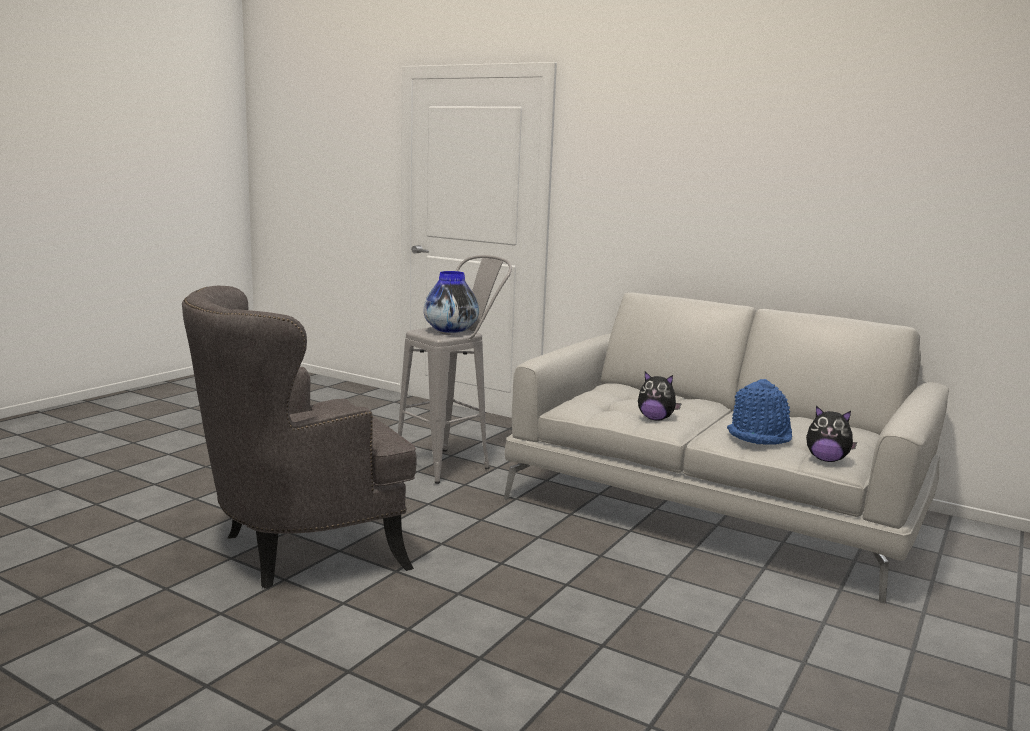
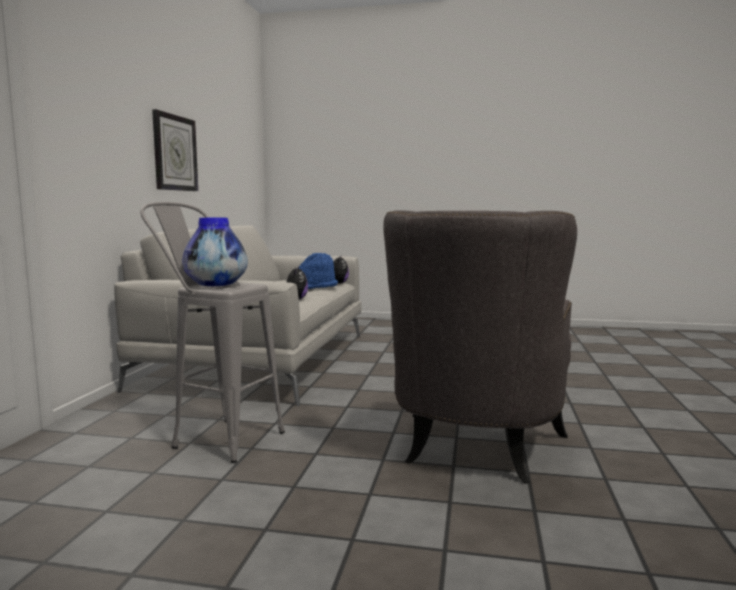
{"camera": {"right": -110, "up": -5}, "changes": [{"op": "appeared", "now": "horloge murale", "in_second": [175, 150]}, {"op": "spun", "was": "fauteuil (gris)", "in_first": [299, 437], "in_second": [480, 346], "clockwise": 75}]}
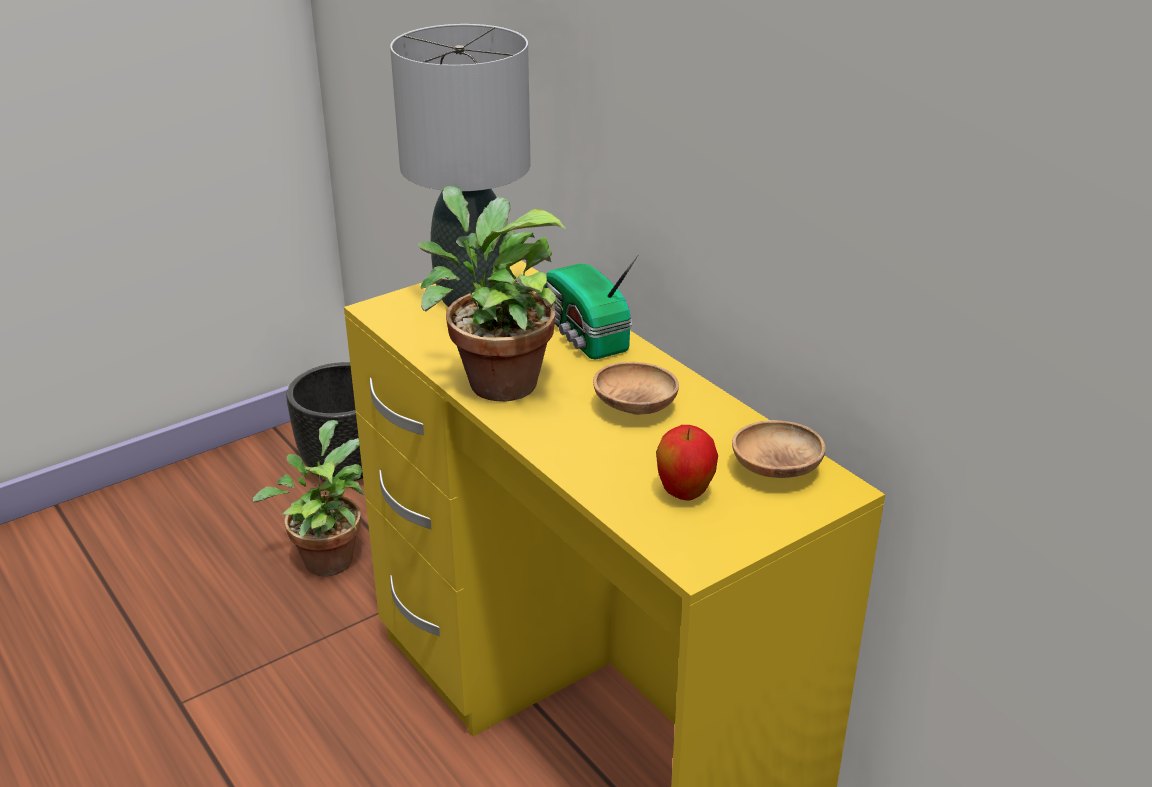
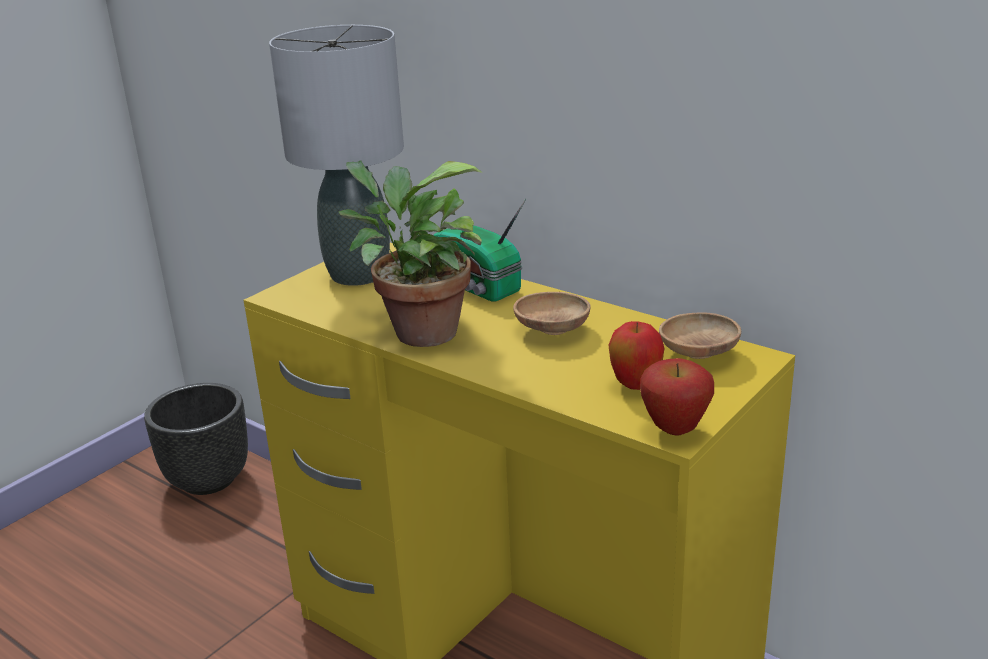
{"camera": {"right": -15, "up": -5}, "changes": [{"op": "appeared", "now": "pomme", "in_second": [677, 396]}, {"op": "missing", "was": "plante en pot", "in_first": [308, 498]}]}
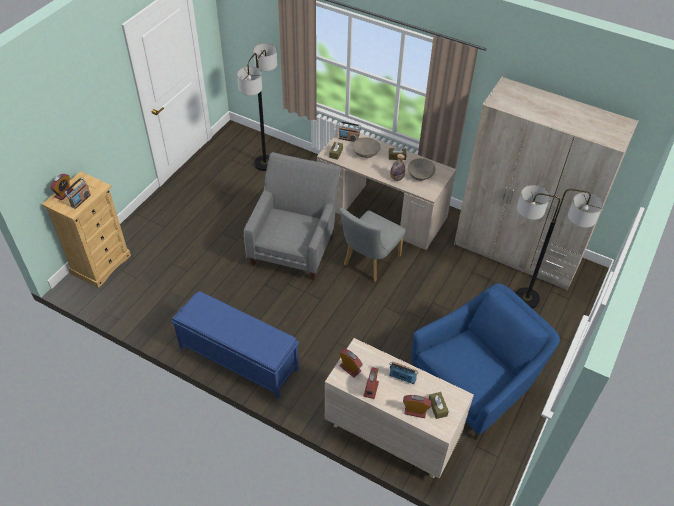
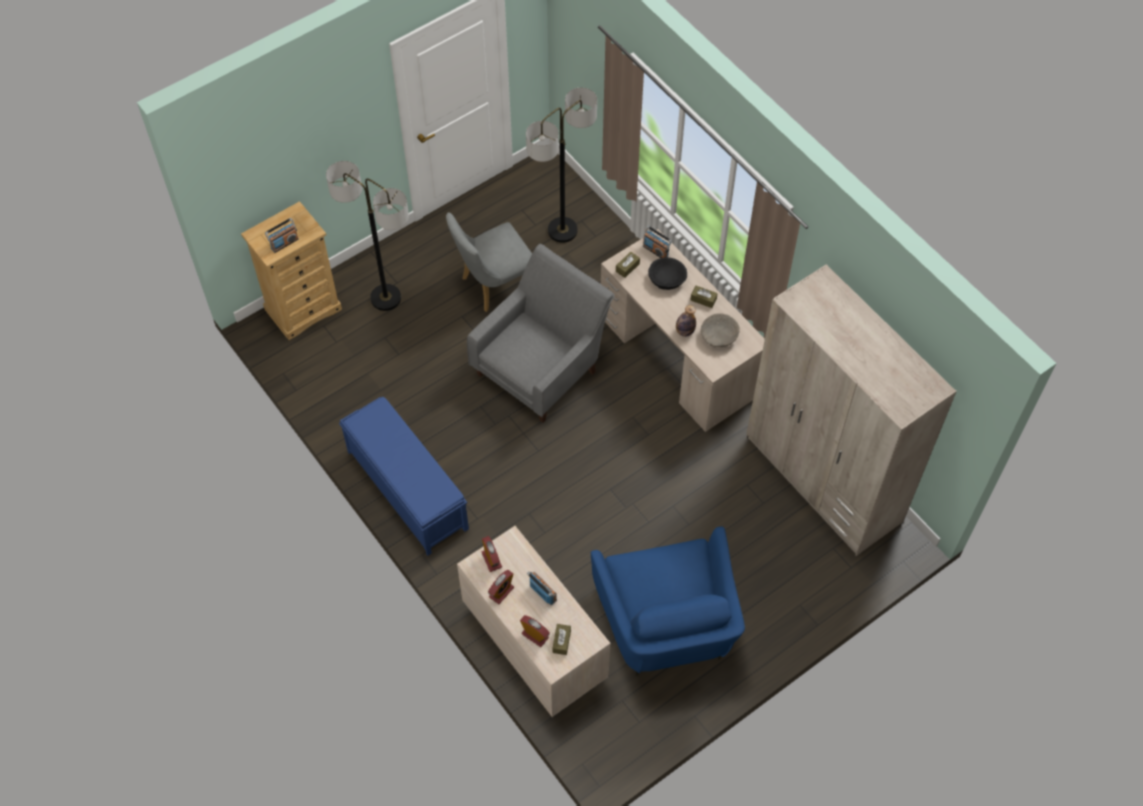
{"camera": {"right": 25, "up": 10}, "changes": [{"op": "relocated", "was": "lampadaire", "in_first": [559, 246], "in_second": [367, 236]}, {"op": "relocated", "was": "chaise (gris)", "in_first": [373, 245], "in_second": [489, 262]}, {"op": "spun", "was": "fauteuil (bleu)", "in_first": [485, 361], "in_second": [668, 601], "clockwise": 90}, {"op": "colour", "was": "bol (beige)", "now": "bol (noir)", "in_first": [366, 147], "in_second": [667, 273]}, {"op": "missing", "was": "réveil", "in_first": [61, 187]}]}
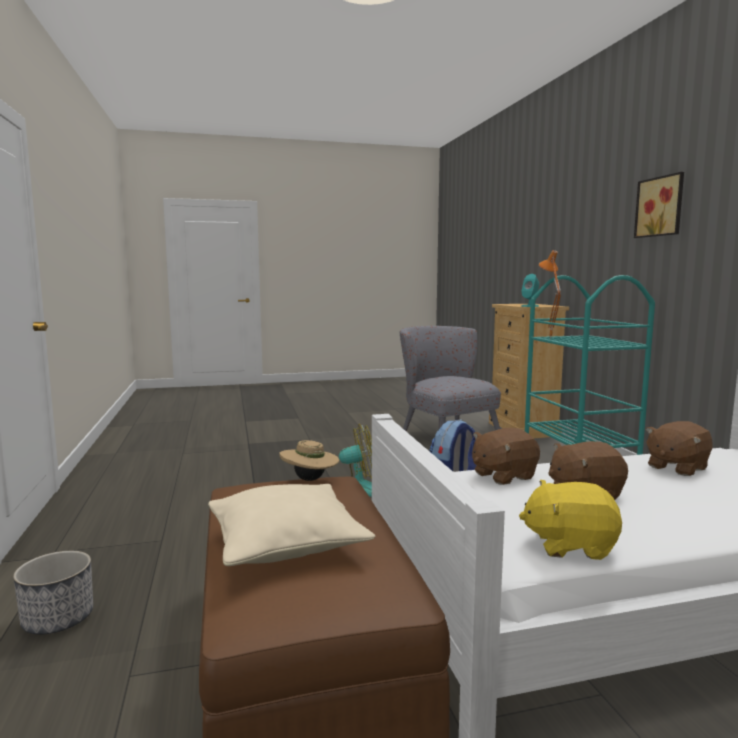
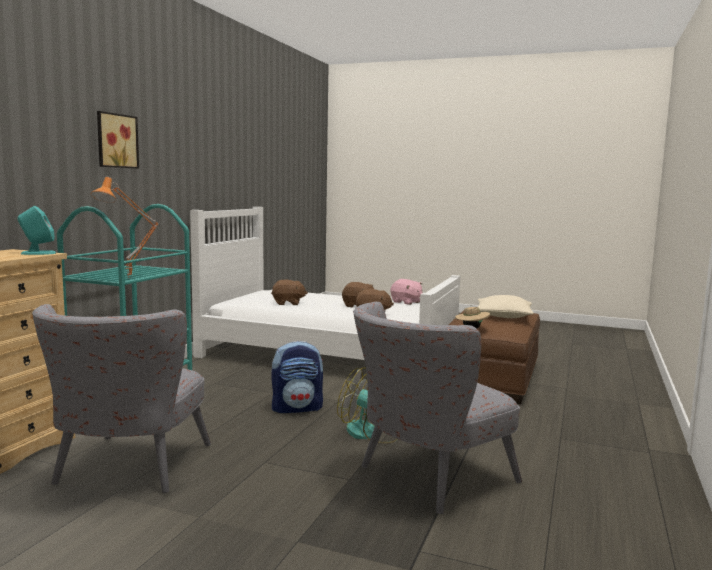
{"camera": {"right": -145, "up": 0}, "changes": [{"op": "appeared", "now": "fauteuil (gris)", "in_second": [437, 408]}, {"op": "colour", "was": "peluche (jaune)", "now": "peluche (rose)", "in_first": [570, 520], "in_second": [406, 292]}, {"op": "missing", "was": "cache-pot", "in_first": [53, 593]}]}
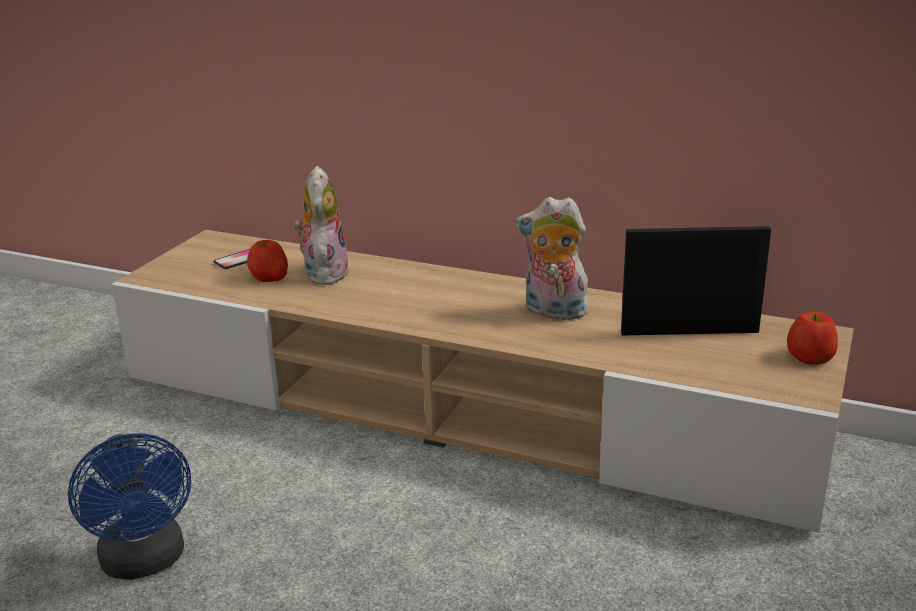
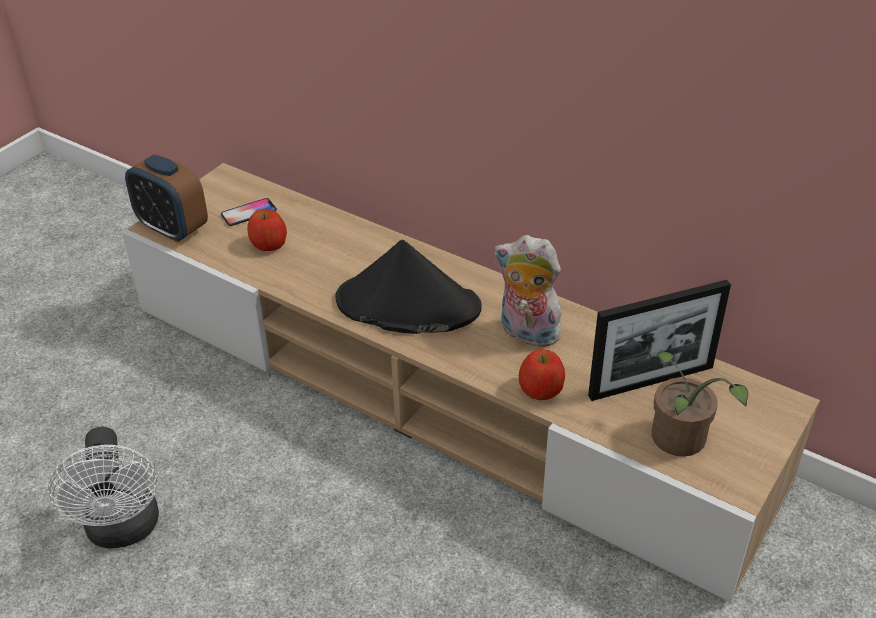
{"camera": {"right": 10, "up": 15}, "changes": [{"op": "colour", "was": "ventilateur (bleu)", "now": "ventilateur (blanc)", "in_first": [129, 506], "in_second": [103, 487]}, {"op": "appeared", "now": "réveil", "in_second": [166, 198]}, {"op": "appeared", "now": "chapeau (noir)", "in_second": [409, 287]}, {"op": "relocated", "was": "pomme", "in_first": [812, 338], "in_second": [542, 374]}, {"op": "spun", "was": "cadre photo", "in_first": [696, 280], "in_second": [659, 340], "clockwise": 150}, {"op": "appeared", "now": "plante en pot", "in_second": [700, 404]}, {"op": "missing", "was": "peluche", "in_first": [321, 225]}]}
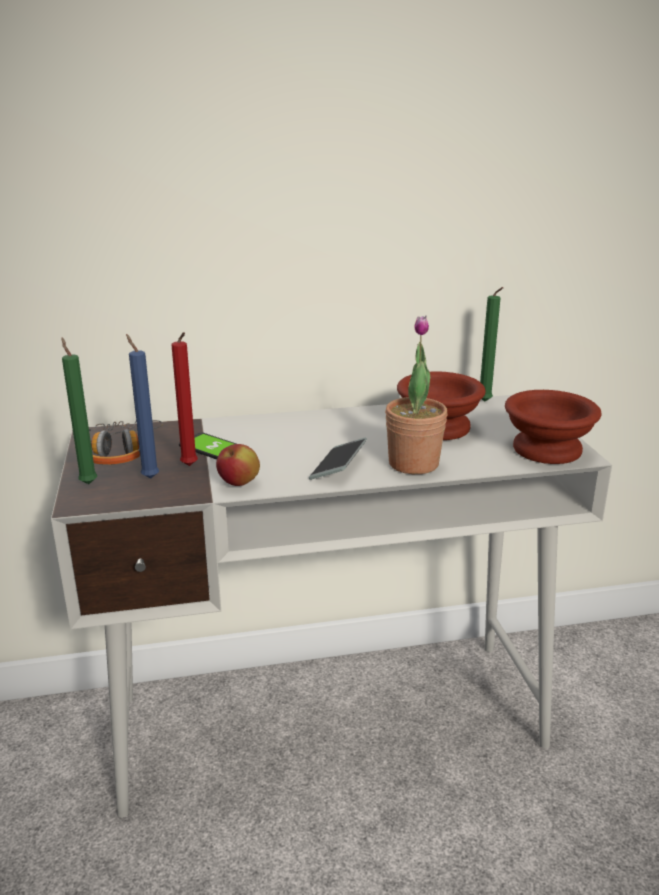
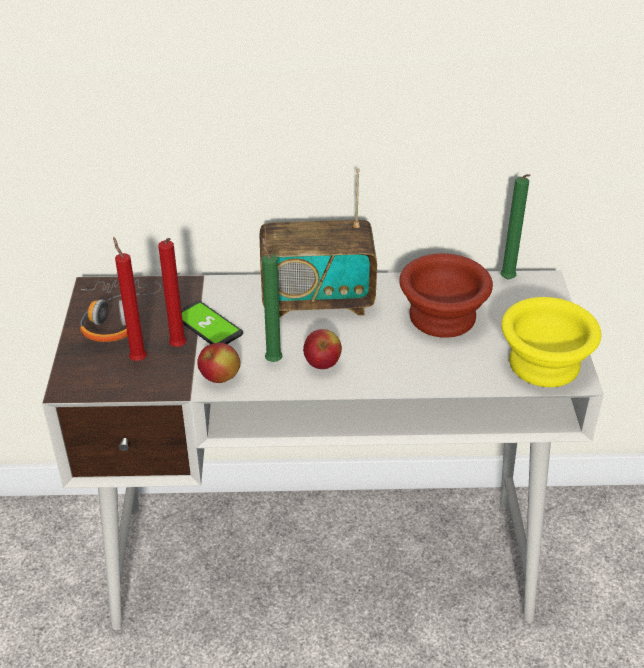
{"camera": {"right": 10, "up": 15}, "changes": [{"op": "colour", "was": "bougie (bleu)", "now": "bougie (rouge)", "in_first": [142, 406], "in_second": [130, 299]}, {"op": "appeared", "now": "radio", "in_second": [318, 242]}, {"op": "relocated", "was": "bougie (vert)", "in_first": [79, 411], "in_second": [272, 299]}, {"op": "exchanged", "was": "téléphone", "now": "pomme", "in_first": [338, 458], "in_second": [322, 349]}, {"op": "colour", "was": "bol (marron)", "now": "bol (jaune)", "in_first": [553, 427], "in_second": [551, 342]}, {"op": "missing", "was": "plante en pot", "in_first": [416, 395]}]}
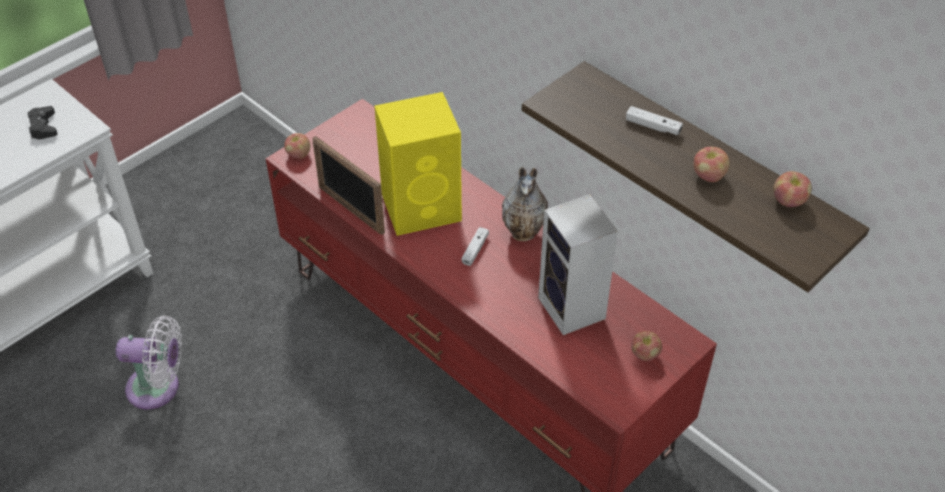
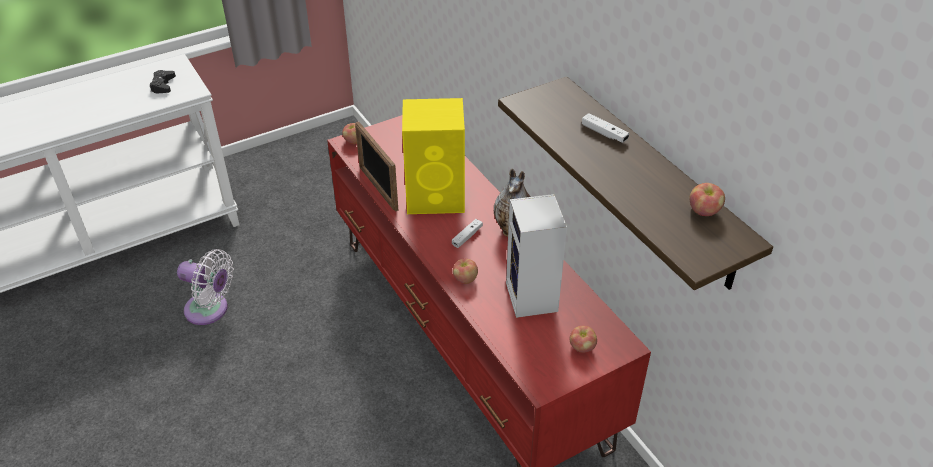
{"camera": {"right": 15, "up": -5}, "changes": [{"op": "relocated", "was": "pomme", "in_first": [712, 164], "in_second": [465, 271]}]}
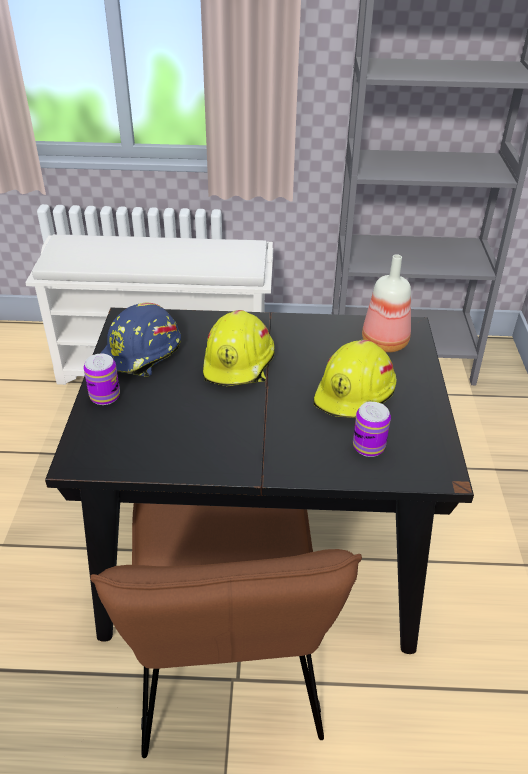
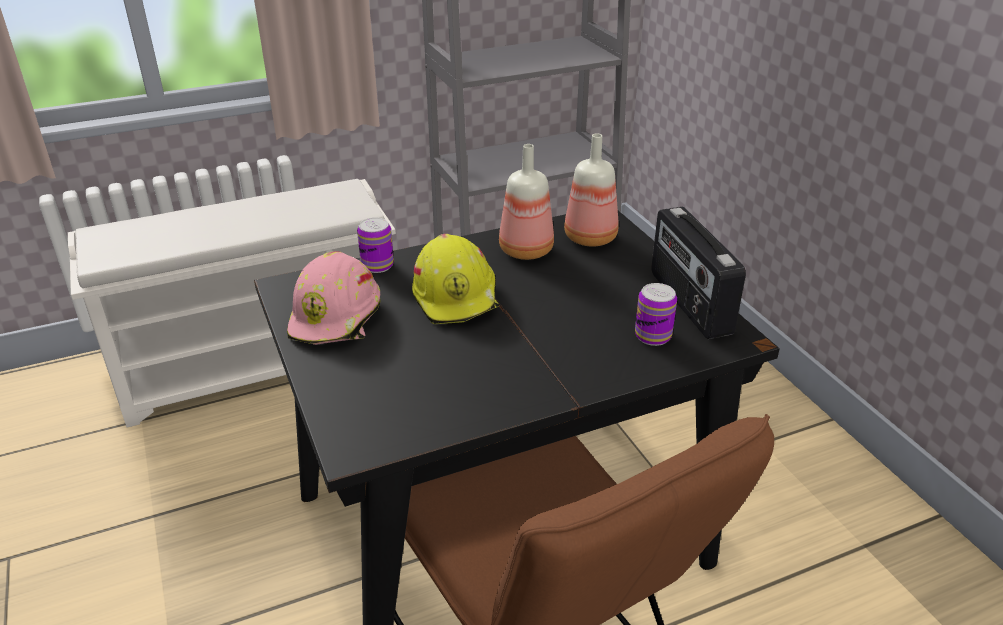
{"camera": {"right": -25, "up": -5}, "changes": [{"op": "colour", "was": "casque de chantier (bleu)", "now": "casque de chantier (rose)", "in_first": [140, 340], "in_second": [333, 298]}, {"op": "relocated", "was": "boîte métallique", "in_first": [102, 379], "in_second": [375, 245]}, {"op": "appeared", "now": "bouteille", "in_second": [526, 202]}, {"op": "appeared", "now": "radio", "in_second": [698, 273]}, {"op": "missing", "was": "casque de chantier (jaune)", "in_first": [355, 379]}]}
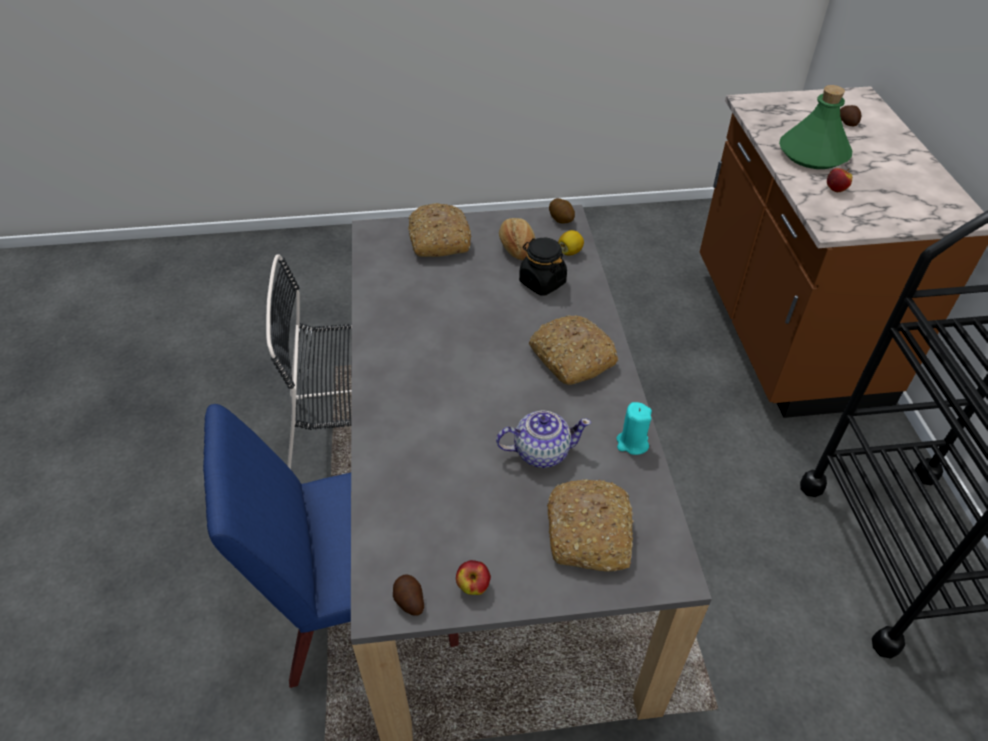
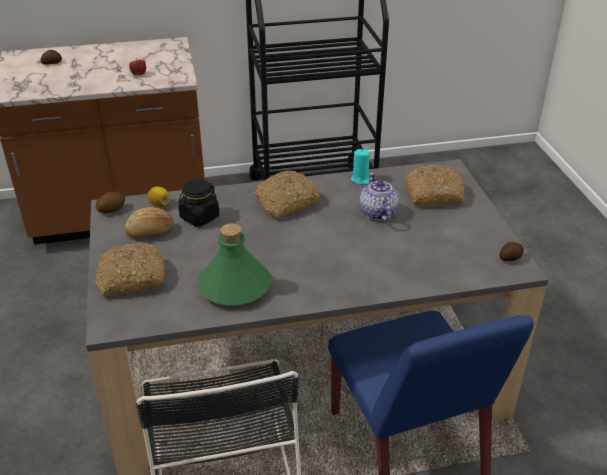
{"camera": {"right": -95, "up": -10}, "changes": [{"op": "relocated", "was": "bouteille (vert)", "in_first": [815, 127], "in_second": [234, 264]}, {"op": "missing", "was": "pomme", "in_first": [473, 577]}]}
